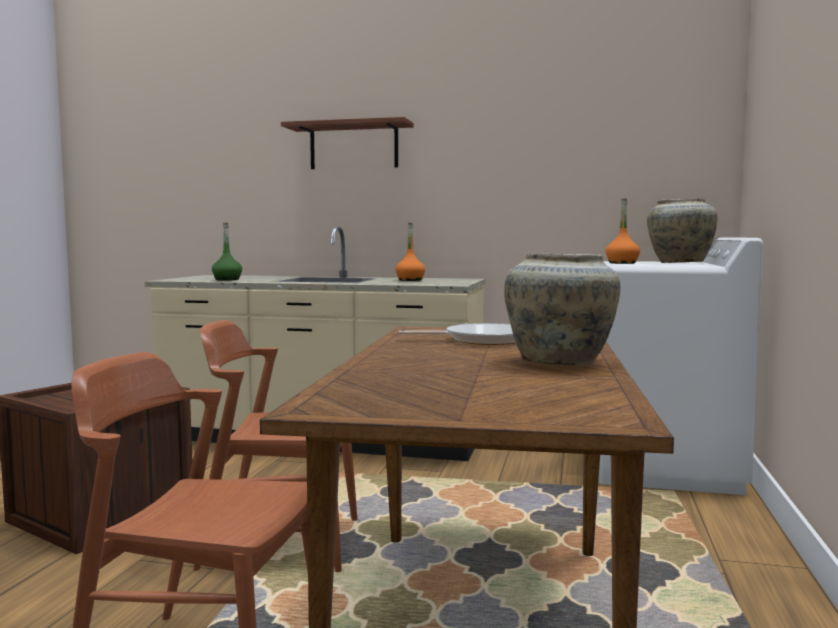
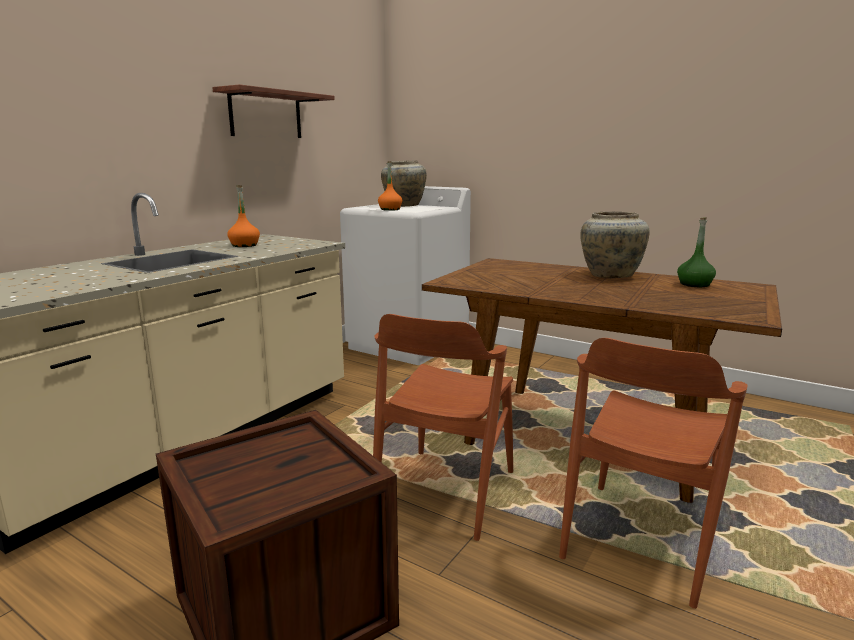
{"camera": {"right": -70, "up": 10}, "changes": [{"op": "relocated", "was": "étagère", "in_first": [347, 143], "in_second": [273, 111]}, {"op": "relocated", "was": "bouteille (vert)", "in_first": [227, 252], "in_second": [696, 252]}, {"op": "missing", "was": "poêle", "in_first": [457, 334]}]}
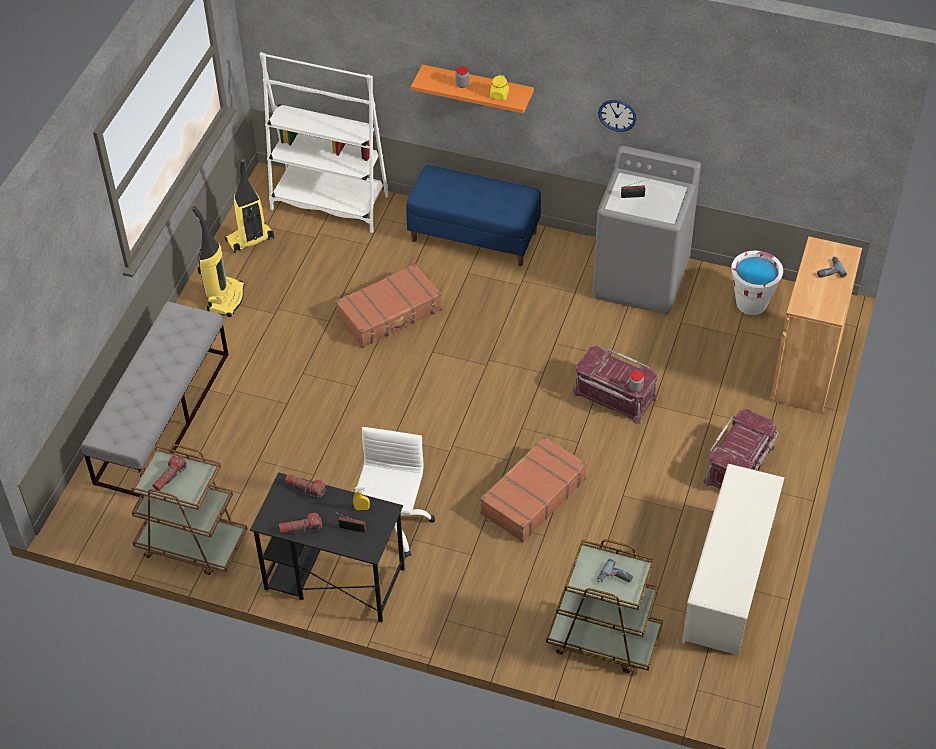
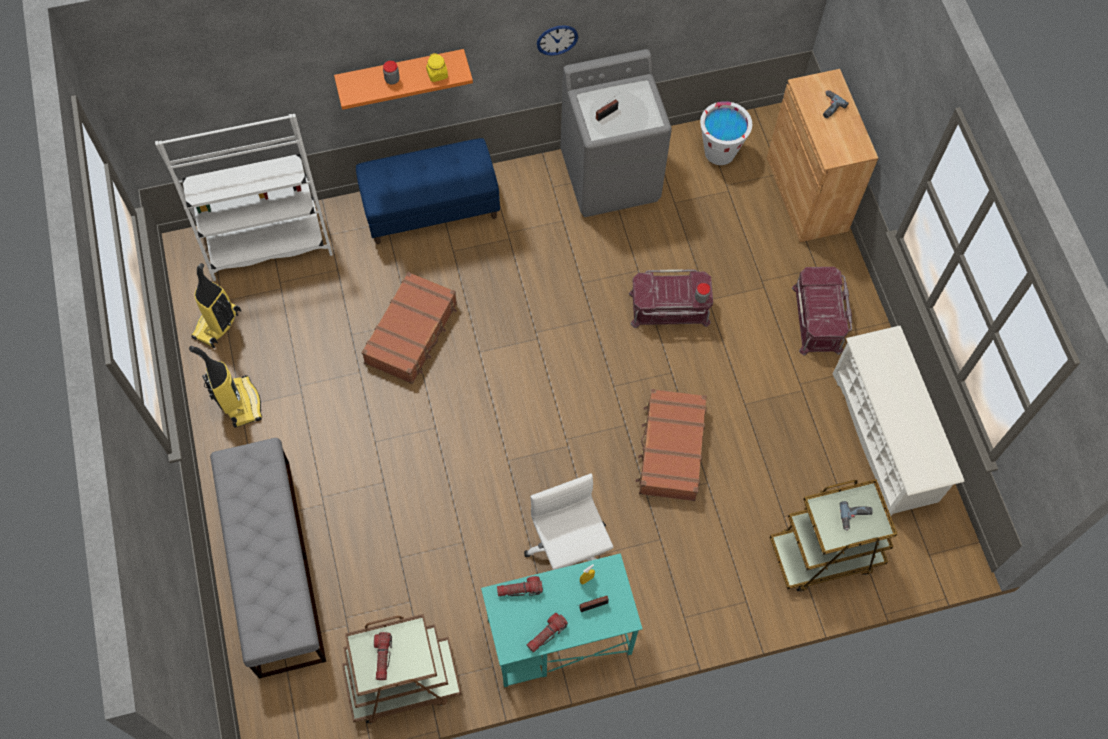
{"camera": {"right": -35, "up": 15}, "changes": [{"op": "colour", "was": "bureau (noir)", "now": "bureau (turquoise)", "in_first": [327, 547], "in_second": [562, 620]}]}
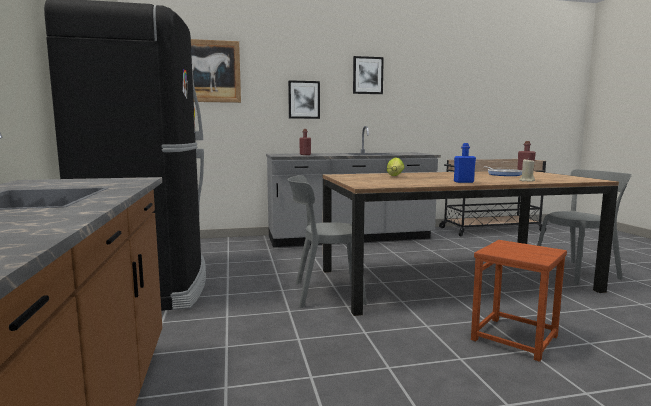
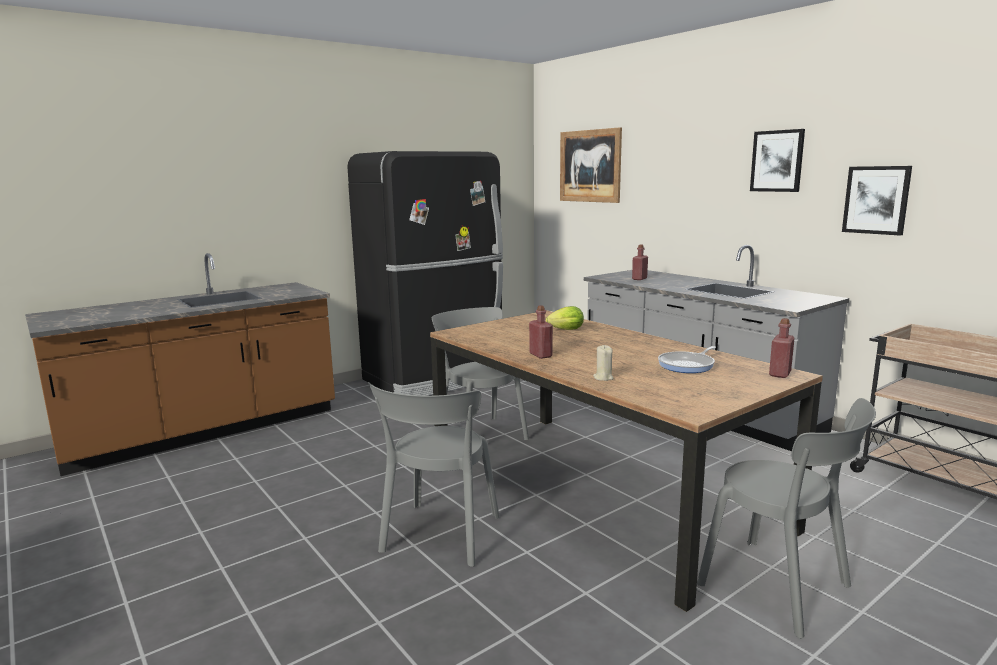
{"camera": {"right": 65, "up": 5}, "changes": [{"op": "exchanged", "was": "tabouret (marron)", "now": "chaise (gris)", "in_first": [519, 301], "in_second": [433, 474]}, {"op": "colour", "was": "bouteille (bleu)", "now": "bouteille (rouge)", "in_first": [465, 163], "in_second": [541, 332]}, {"op": "relocated", "was": "tableau", "in_first": [304, 99], "in_second": [877, 201]}]}
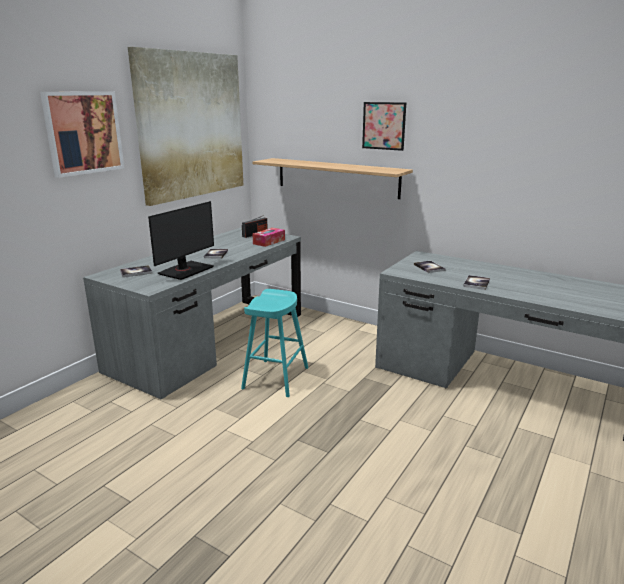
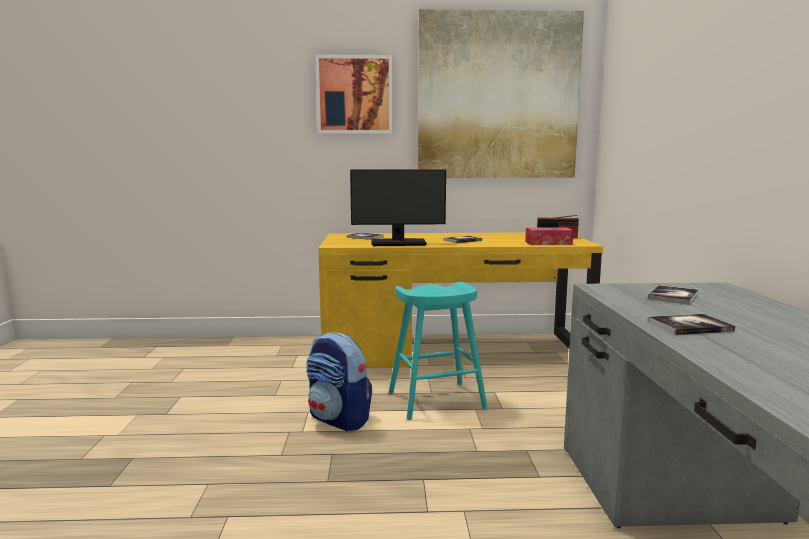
{"camera": {"right": 55, "up": -10}, "changes": [{"op": "appeared", "now": "sac à dos", "in_second": [339, 381]}, {"op": "colour", "was": "bureau (gris)", "now": "bureau (jaune)", "in_first": [192, 313], "in_second": [460, 300]}, {"op": "missing", "was": "étagère", "in_first": [332, 178]}, {"op": "missing", "was": "tableau", "in_first": [384, 126]}]}
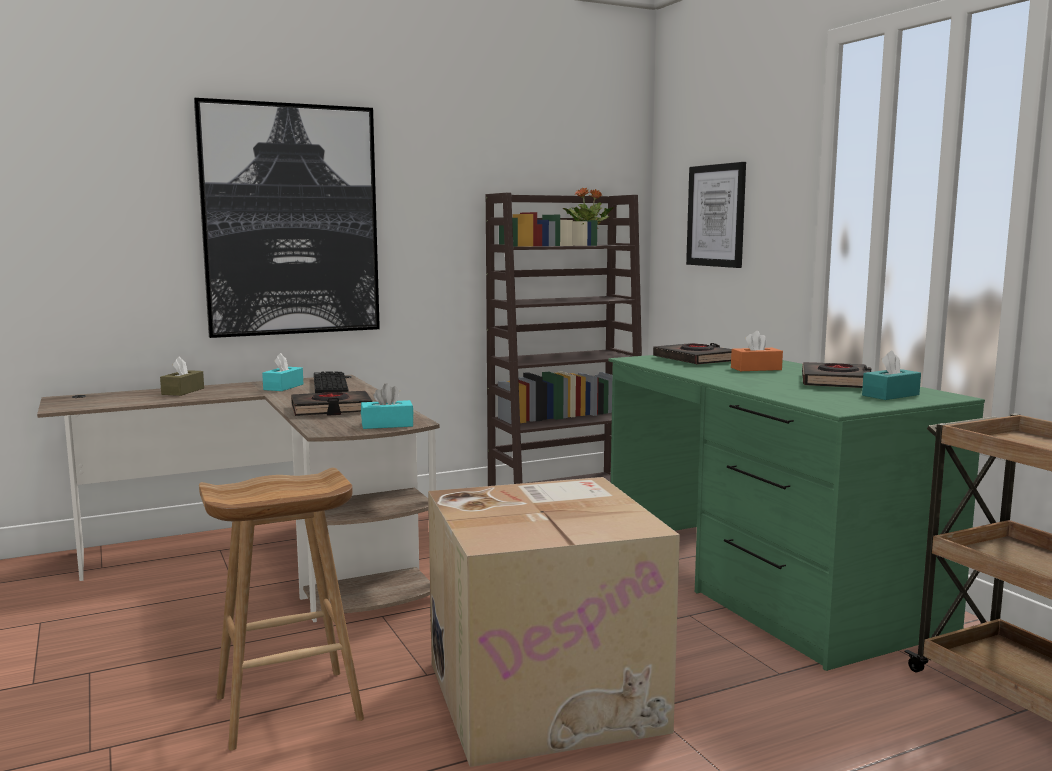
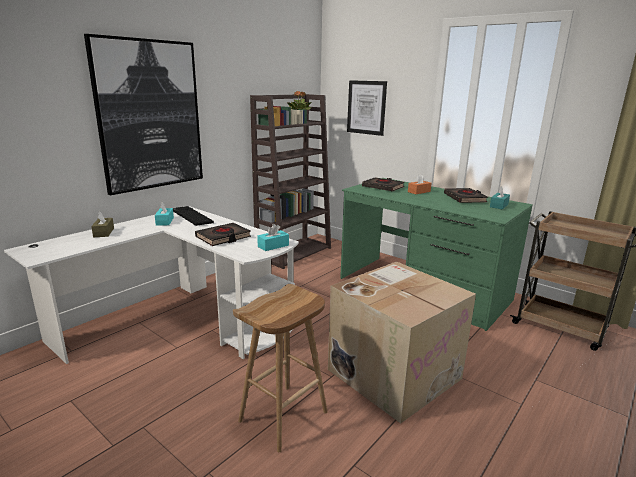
{"camera": {"right": -25, "up": 10}, "changes": [{"op": "colour", "was": "bureau (marron)", "now": "bureau (blanc)", "in_first": [238, 498], "in_second": [151, 285]}]}
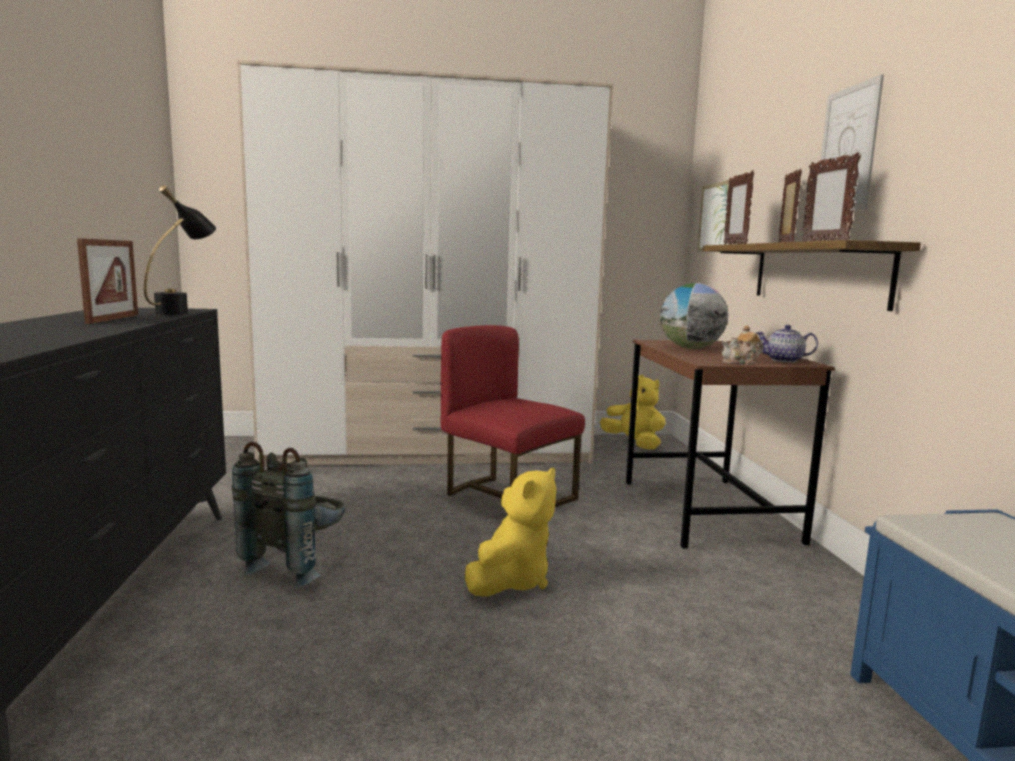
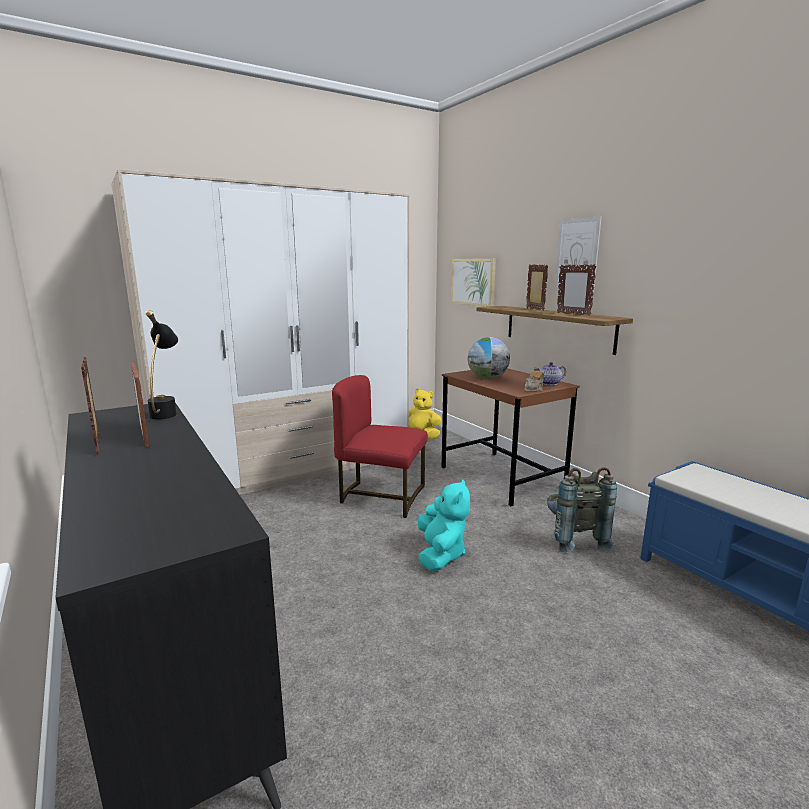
{"camera": {"right": -25, "up": 5}, "changes": [{"op": "relocated", "was": "cadre photo", "in_first": [739, 207], "in_second": [90, 405]}, {"op": "colour", "was": "peluche (jaune)", "now": "peluche (turquoise)", "in_first": [510, 532], "in_second": [444, 525]}, {"op": "relocated", "was": "sac à dos (gris)", "in_first": [288, 515], "in_second": [582, 509]}]}
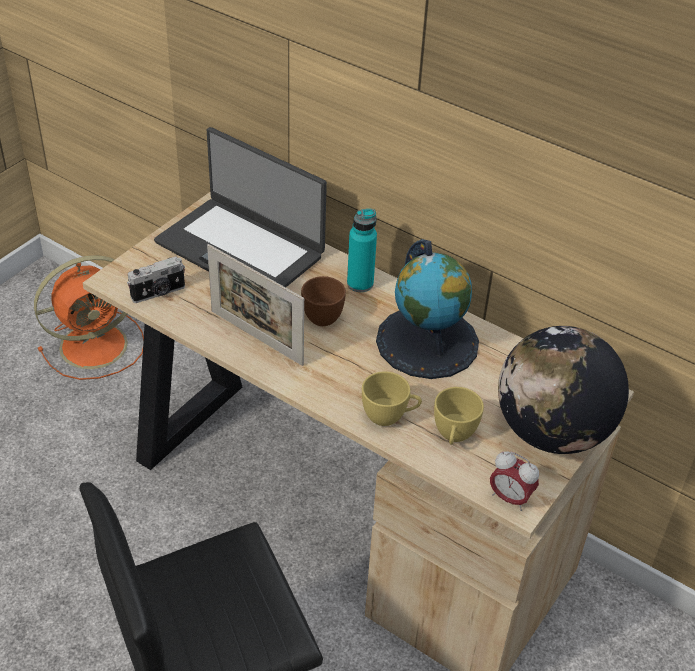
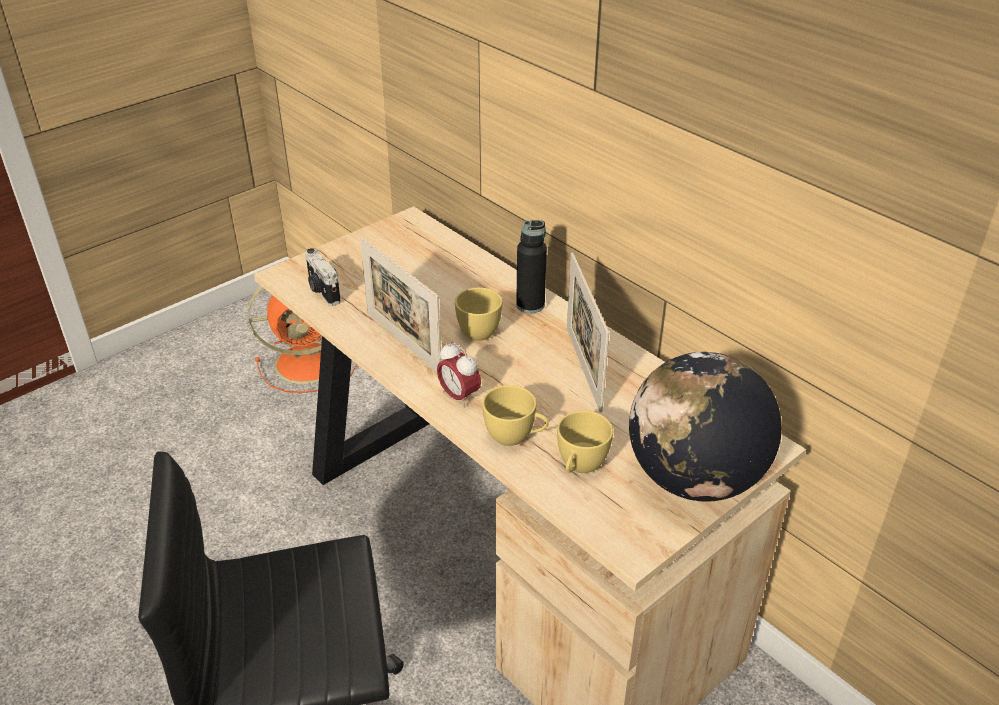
{"camera": {"right": 15, "up": -5}, "changes": [{"op": "spun", "was": "appareil photo", "in_first": [156, 280], "in_second": [323, 277], "clockwise": 75}, {"op": "relocated", "was": "réveil", "in_first": [514, 481], "in_second": [459, 375]}, {"op": "colour", "was": "tasse (marron)", "now": "tasse (jaune)", "in_first": [323, 301], "in_second": [478, 314]}, {"op": "colour", "was": "bouteille (turquoise)", "now": "bouteille (noir)", "in_first": [362, 250], "in_second": [531, 266]}, {"op": "exchanged", "was": "globe", "now": "cadre photo", "in_first": [427, 309], "in_second": [588, 332]}, {"op": "missing", "was": "ordinateur portable", "in_first": [240, 207]}]}
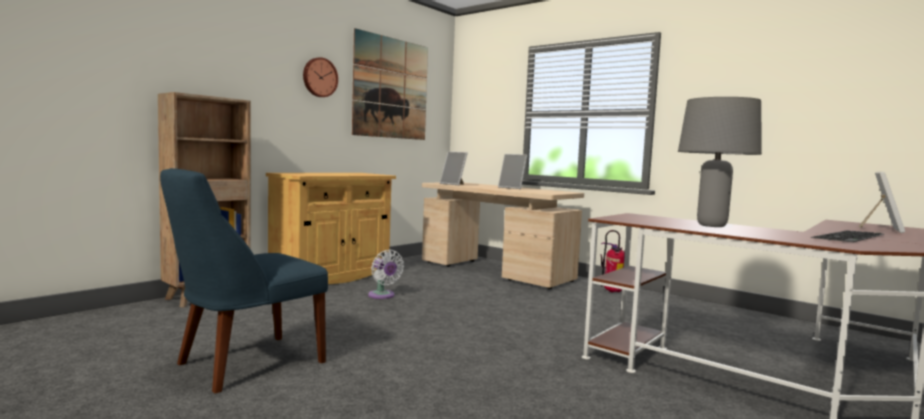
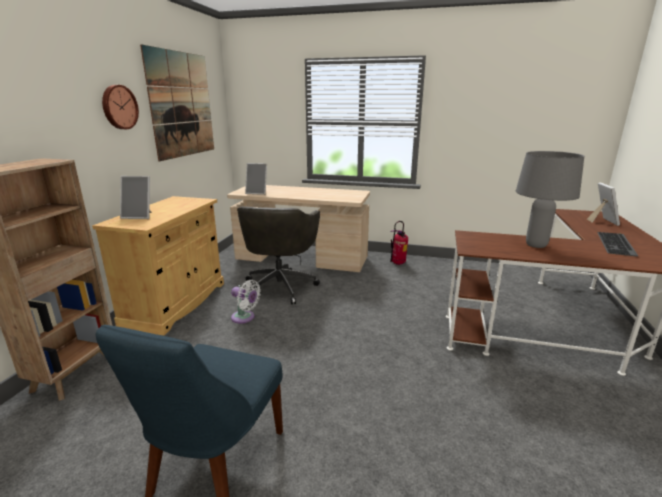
{"camera": {"right": -25, "up": 15}, "changes": [{"op": "relocated", "was": "cadre photo", "in_first": [512, 171], "in_second": [136, 197]}, {"op": "appeared", "now": "chaise de bureau (gris)", "in_second": [278, 255]}]}
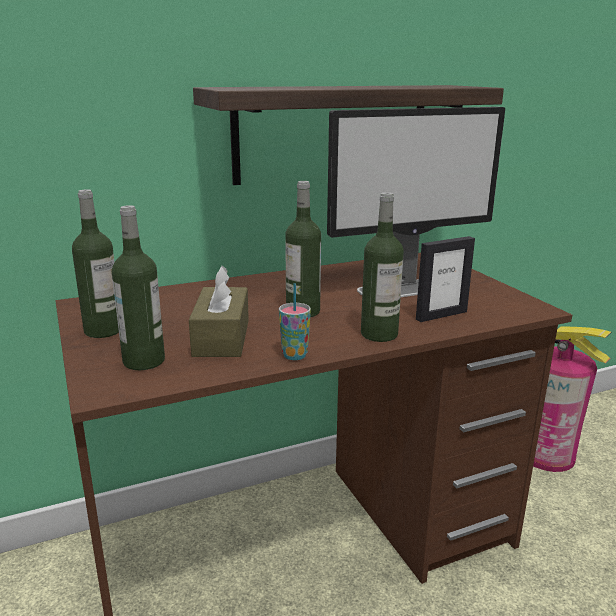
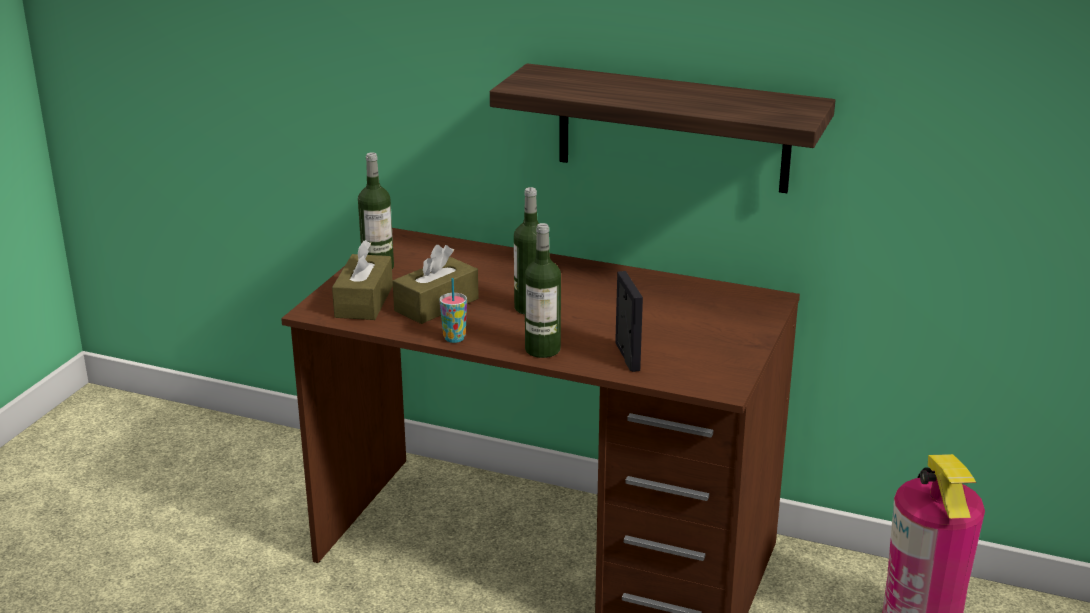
{"camera": {"right": 45, "up": 5}, "changes": [{"op": "exchanged", "was": "bouteille", "now": "boîte à mouchoirs (marron)", "in_first": [138, 287], "in_second": [362, 280]}, {"op": "spun", "was": "cadre photo", "in_first": [445, 279], "in_second": [629, 321], "clockwise": -120}, {"op": "missing", "was": "écran d'ordinateur", "in_first": [416, 202]}]}
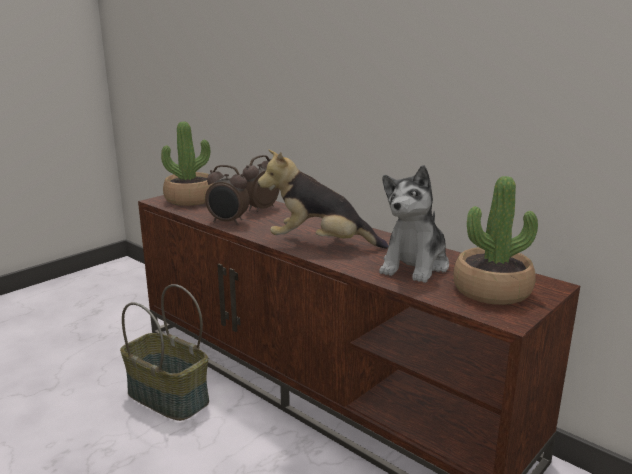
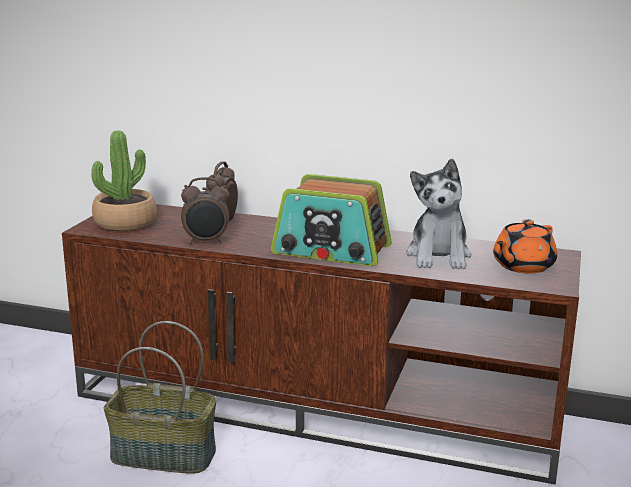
{"camera": {"right": -25, "up": 0}, "changes": [{"op": "exchanged", "was": "peluche", "now": "radio", "in_first": [323, 199], "in_second": [331, 220]}, {"op": "exchanged", "was": "plante en pot", "now": "théière (orange)", "in_first": [495, 240], "in_second": [525, 246]}]}
